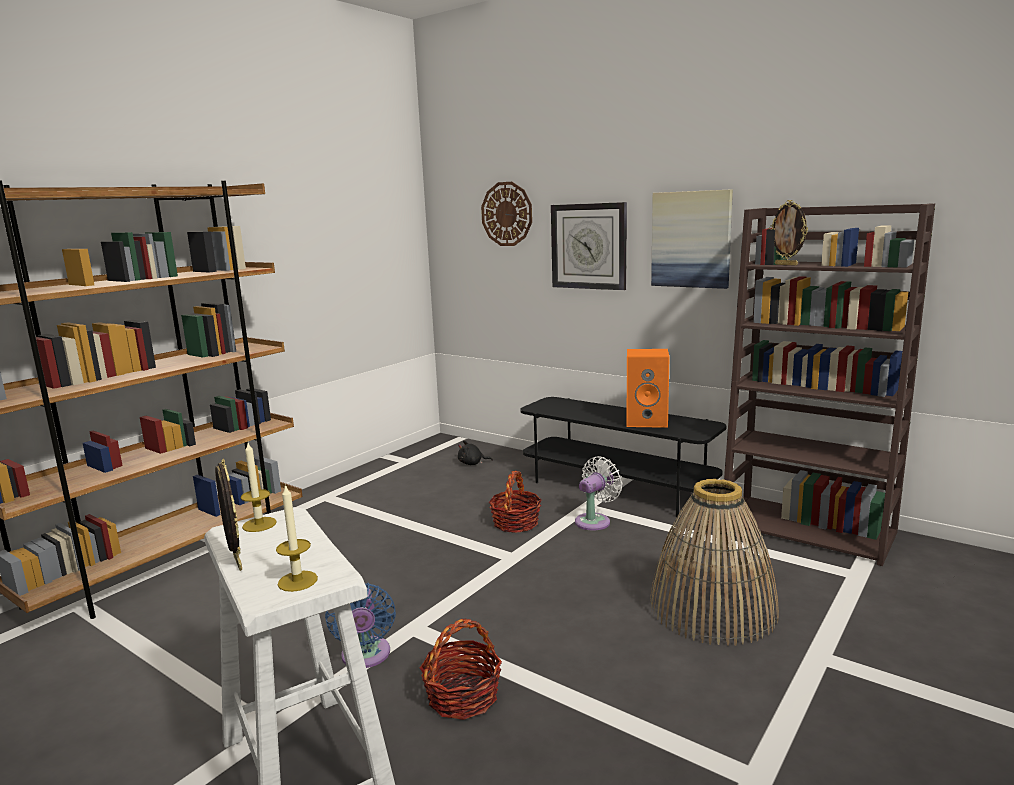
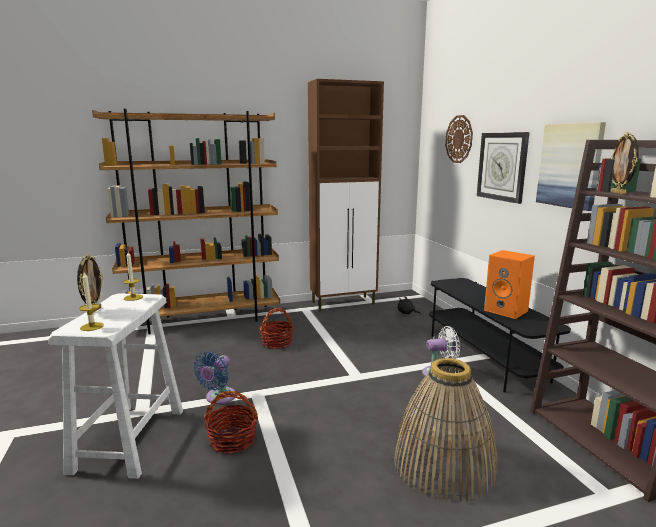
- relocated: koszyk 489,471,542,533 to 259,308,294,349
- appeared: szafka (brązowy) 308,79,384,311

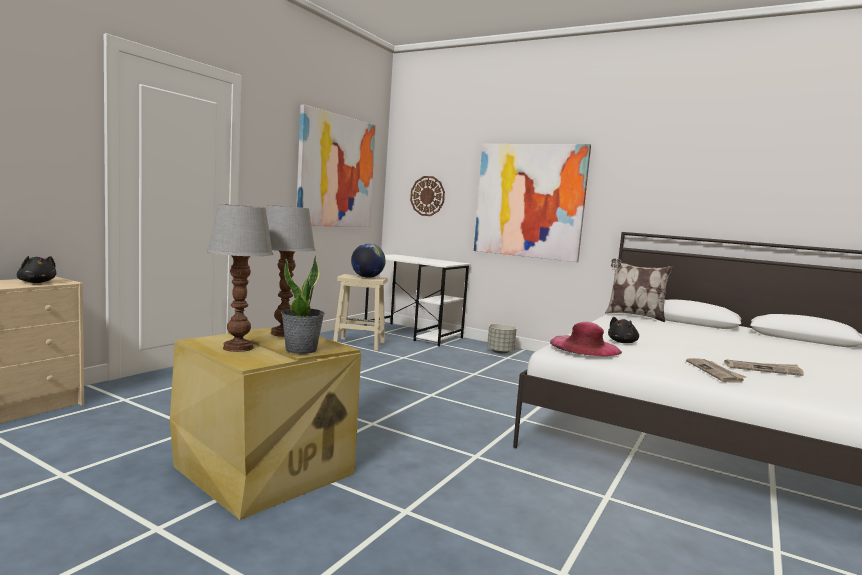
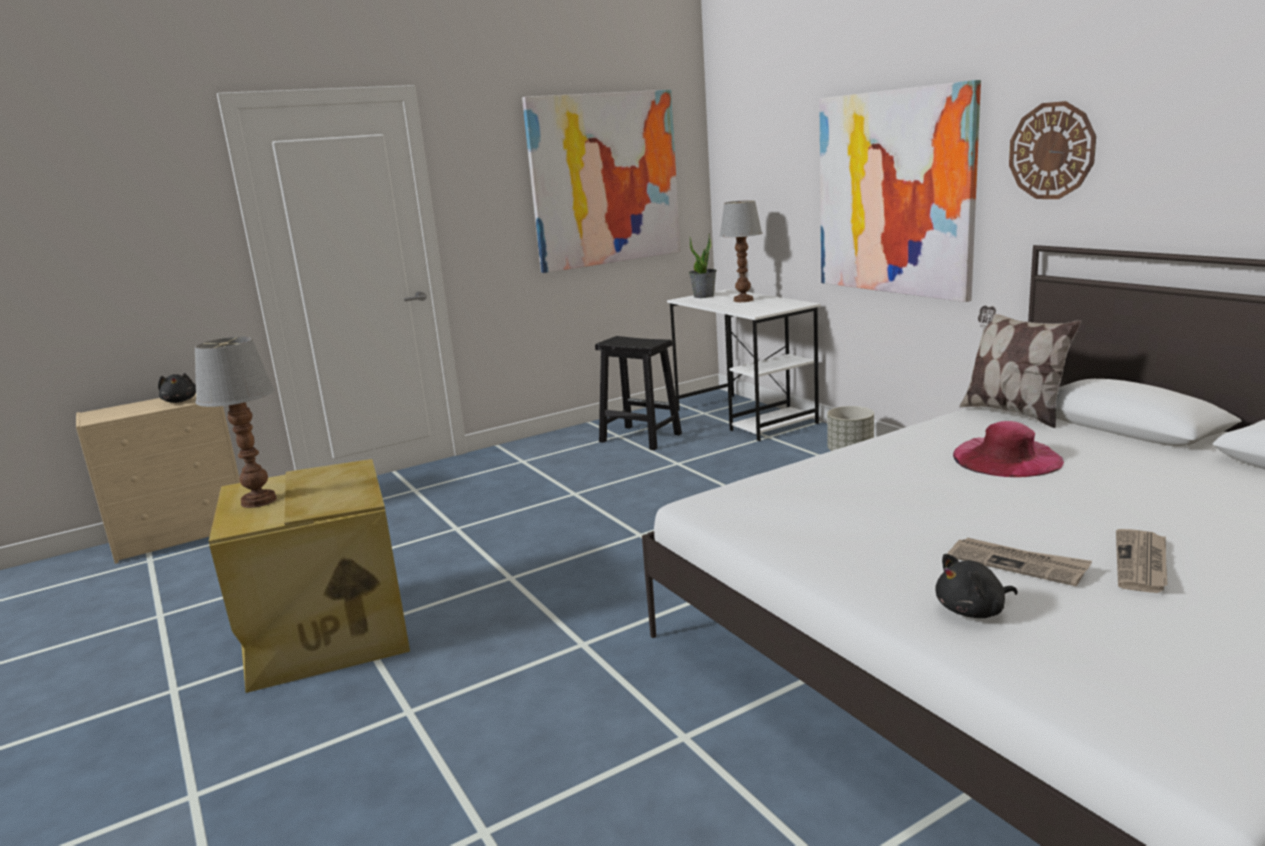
- relocated: zegar ścienny 410,176,445,216 to 1009,101,1096,199
- relocated: lampa stołowa 266,205,315,337 to 720,200,762,302
- missing: globus 351,244,386,278
- relocated: roślina doniczkowa 281,256,325,354 to 689,233,717,298
- colour: stołek (beżowy) 333,274,388,351 to stołek (czarny) 595,336,682,450
- relocated: pluszak (czarny) 608,317,639,343 to 935,554,1018,618
- relocated: kapelusz (różowy) 550,322,622,356 to 953,421,1064,477
- relocated: gazeta 686,358,746,383 to 1116,529,1167,593

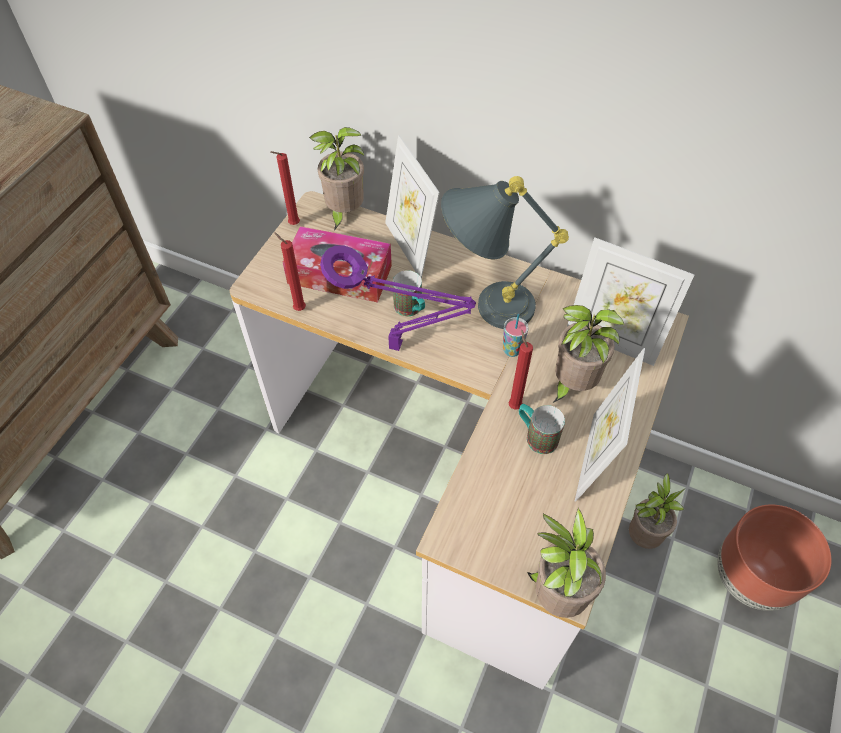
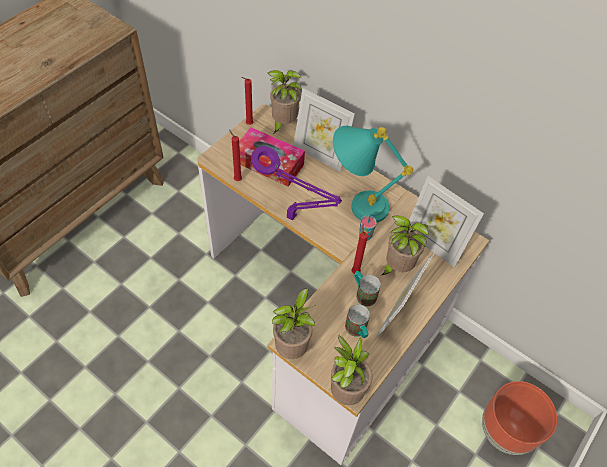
- spun: ramka na zdjęcie 385,135,440,279 = 293,88,355,172 45 degrees counterclockwise
- colour: lampa stołowa (szary) 441,176,569,329 to lampa stołowa (turkusowy) 333,126,413,223
- relocated: kubek 393,270,425,316 to 345,304,370,338
- relocated: roślina doniczkowa 629,473,685,549 to 272,289,316,359

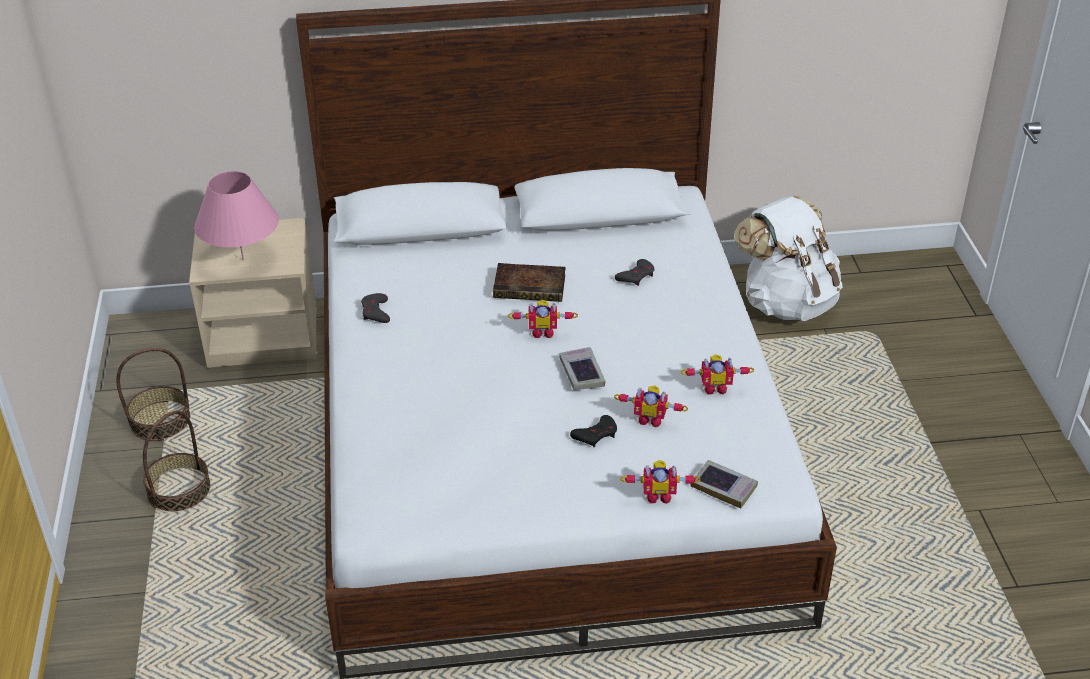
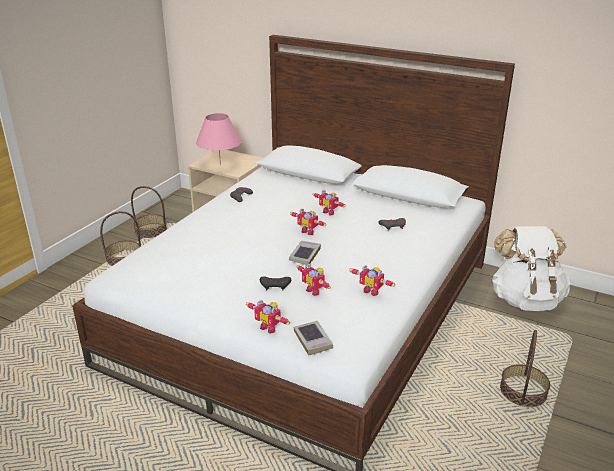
- exchanged: książka 493,263,566,302 to robot zabawkowy 313,190,346,215
- appeared: koszyk 500,330,550,407

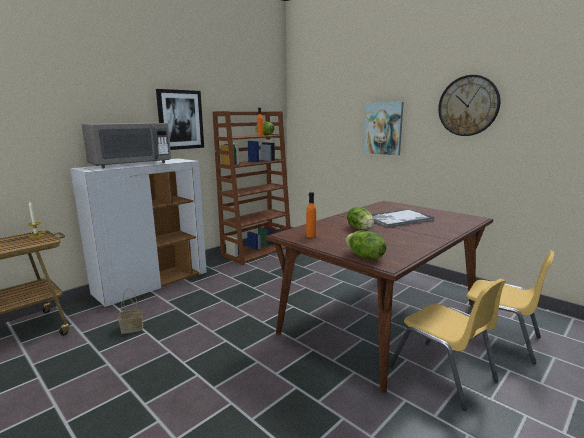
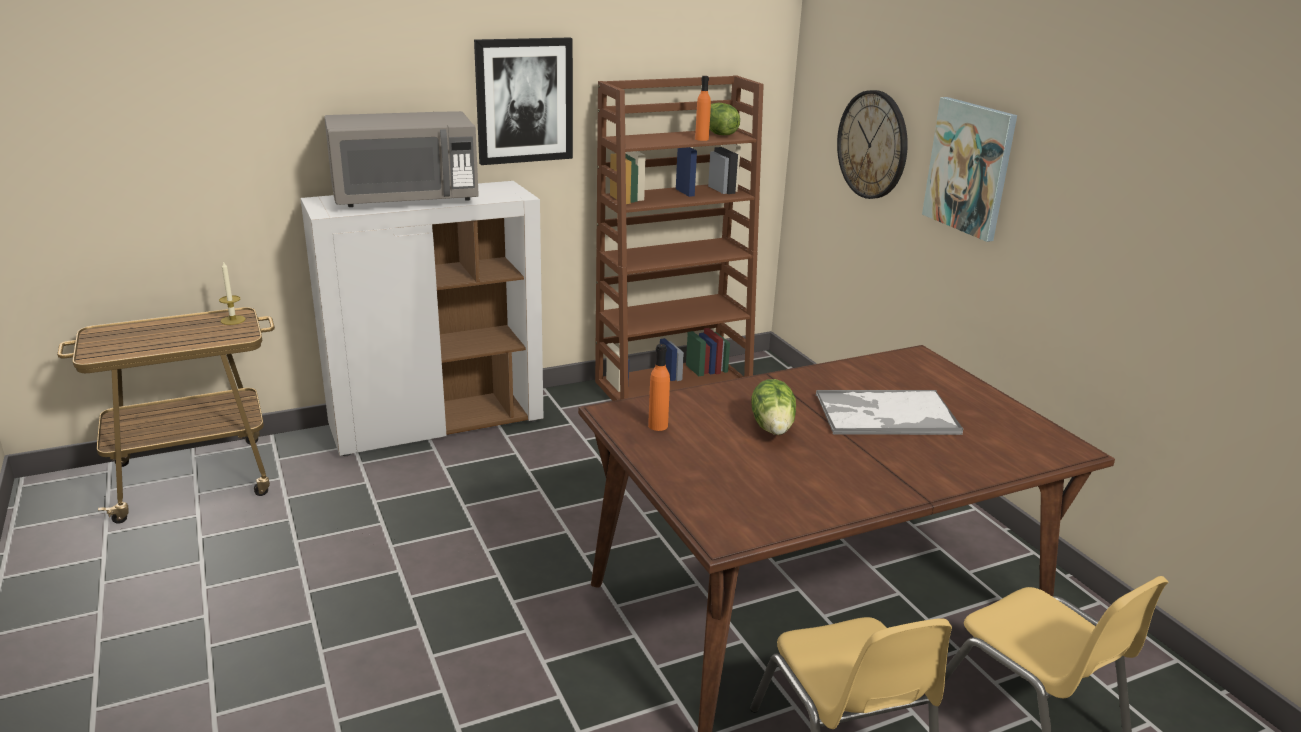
- relocated: zegar ścienny 438,75,500,136 to 837,90,908,199
- missing: sałata 345,231,387,260
- missing: koszyk 118,288,143,334

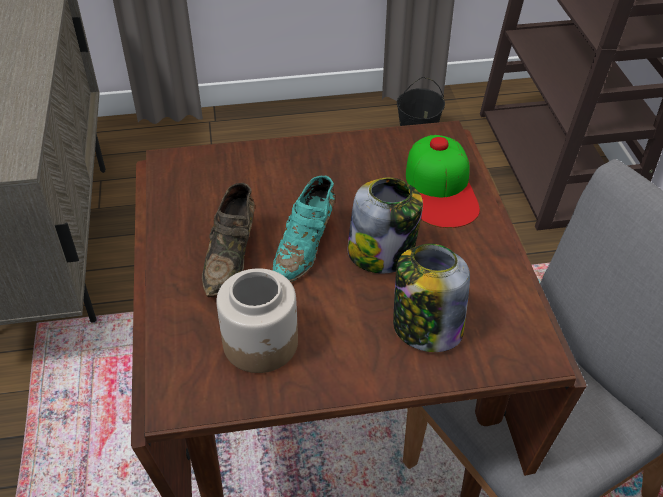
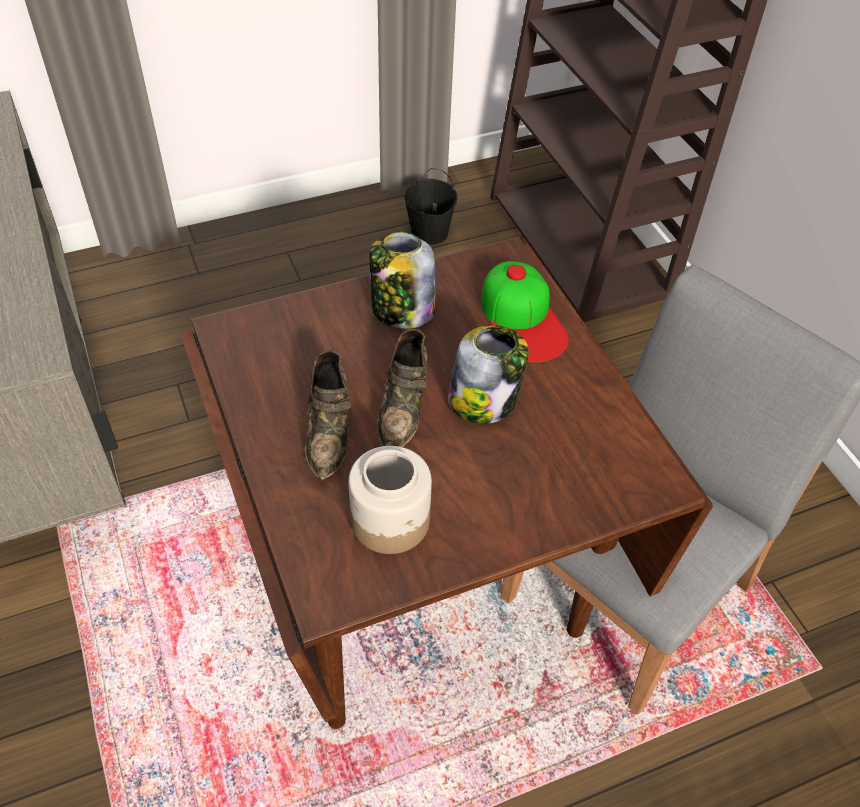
- colour: but (turkusowy) 273,176,335,282 to but (brązowy) 376,328,428,447
- relocated: słoik 393,244,470,352 to 370,232,435,329

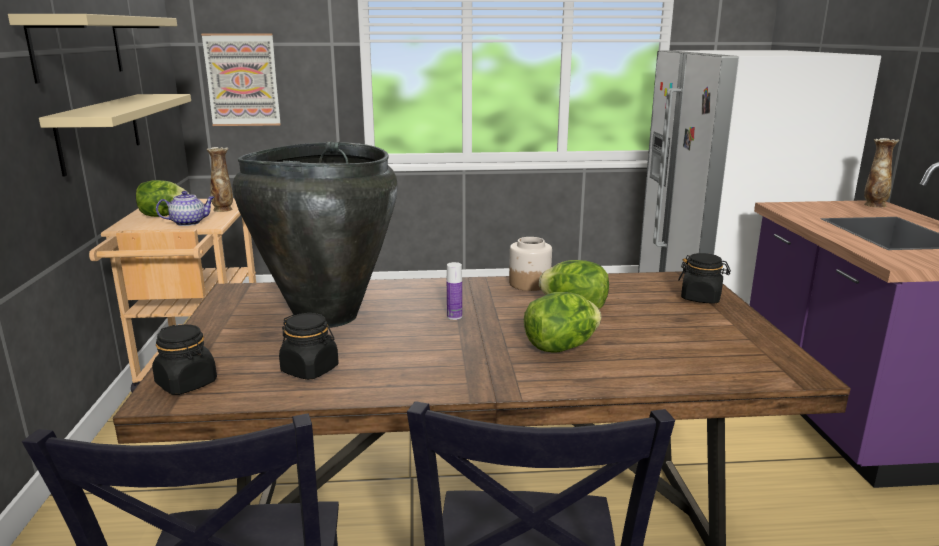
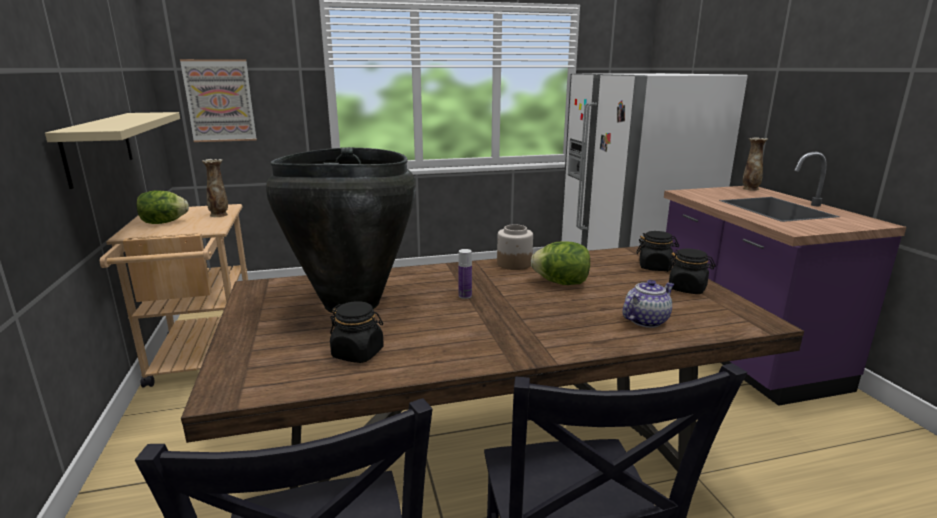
- missing: półka (beżowy) 8,14,177,84
- relocated: imbryk 156,191,215,226 to 622,280,674,328
- missing: sałata 524,292,601,353
- relocated: słoik (czarny) 152,324,217,395 to 667,248,715,294

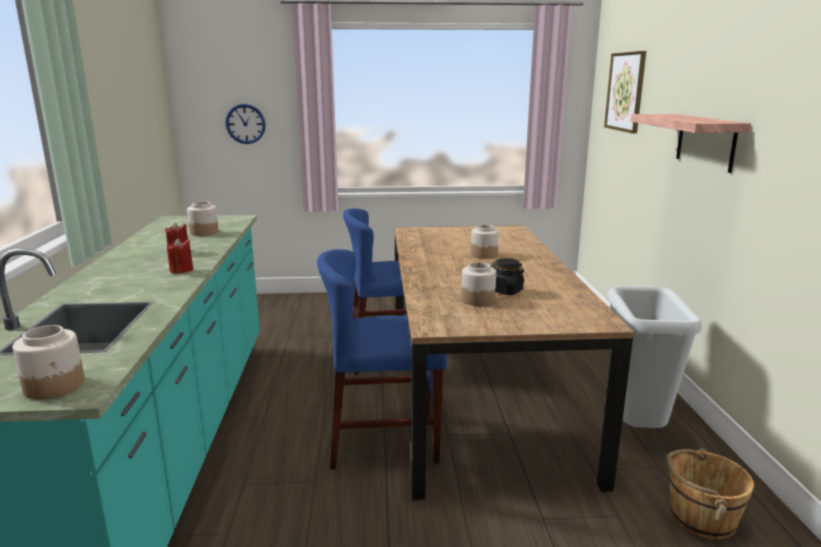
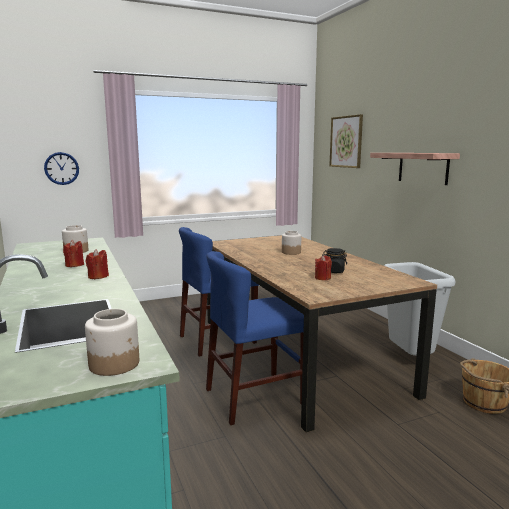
- exchanged: słoik 461,262,496,306 to świeca (czerwony) 315,255,332,280

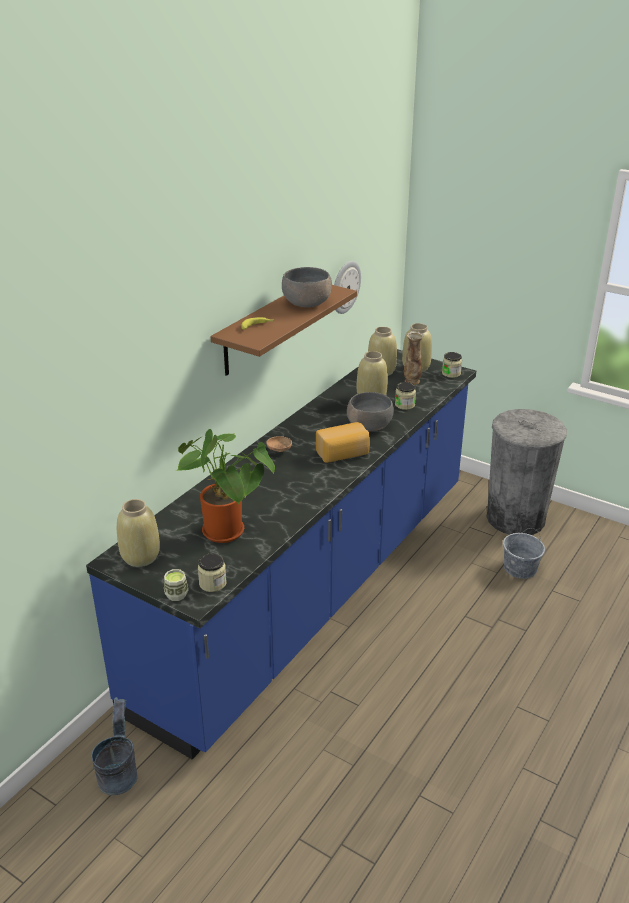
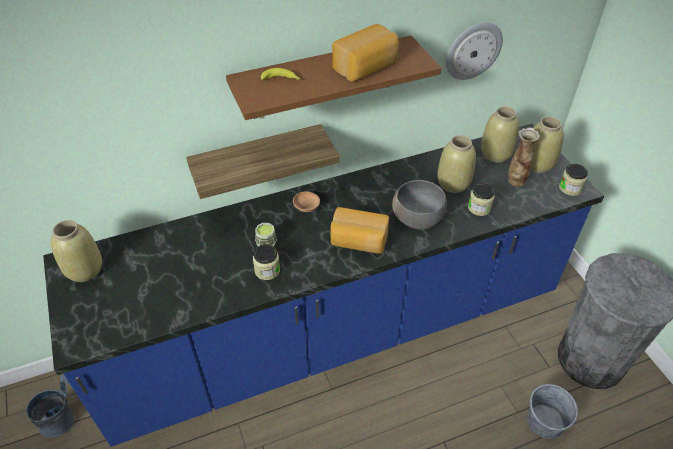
- exchanged: miska (szary) 282,267,332,308 to chleb 332,24,399,81
- missing: roślina doniczkowa 176,429,275,543
- relocated: słoik 198,554,226,592 to 253,244,280,280
- relocated: filiżanka 164,569,189,601 to 255,223,277,246
- appeared: półka 186,124,340,199

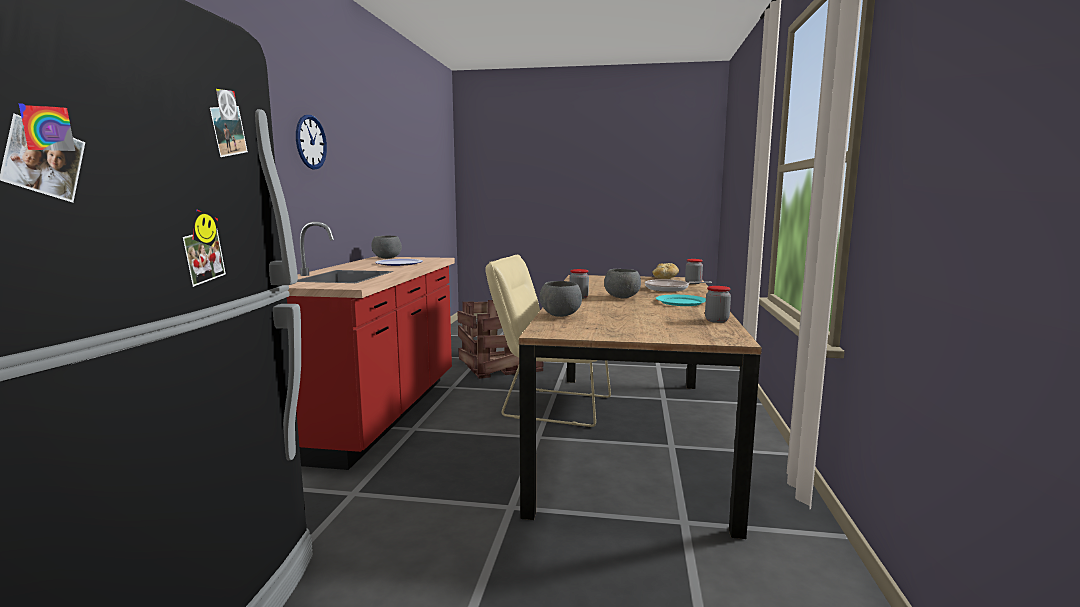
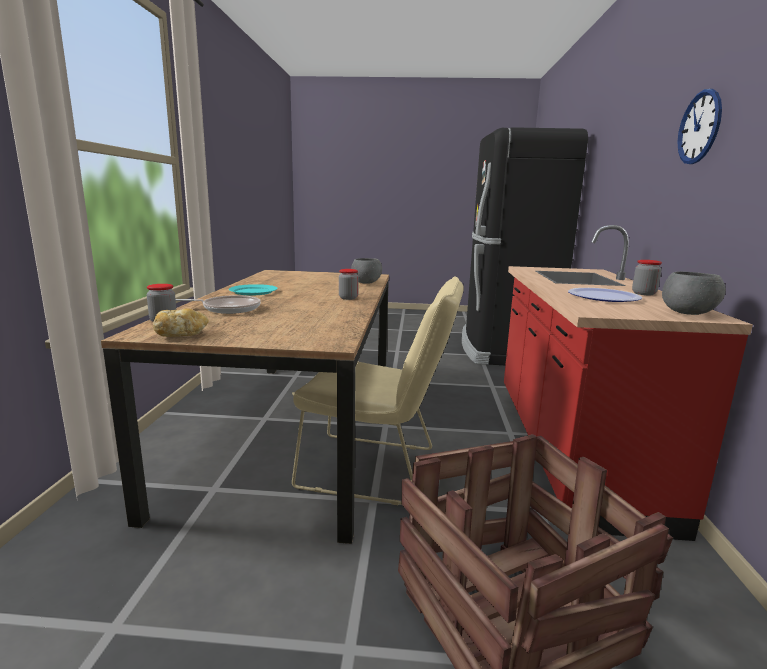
- missing: miska (szary) 604,269,641,298
- relocated: słoik 705,286,731,323 to 632,260,662,295

